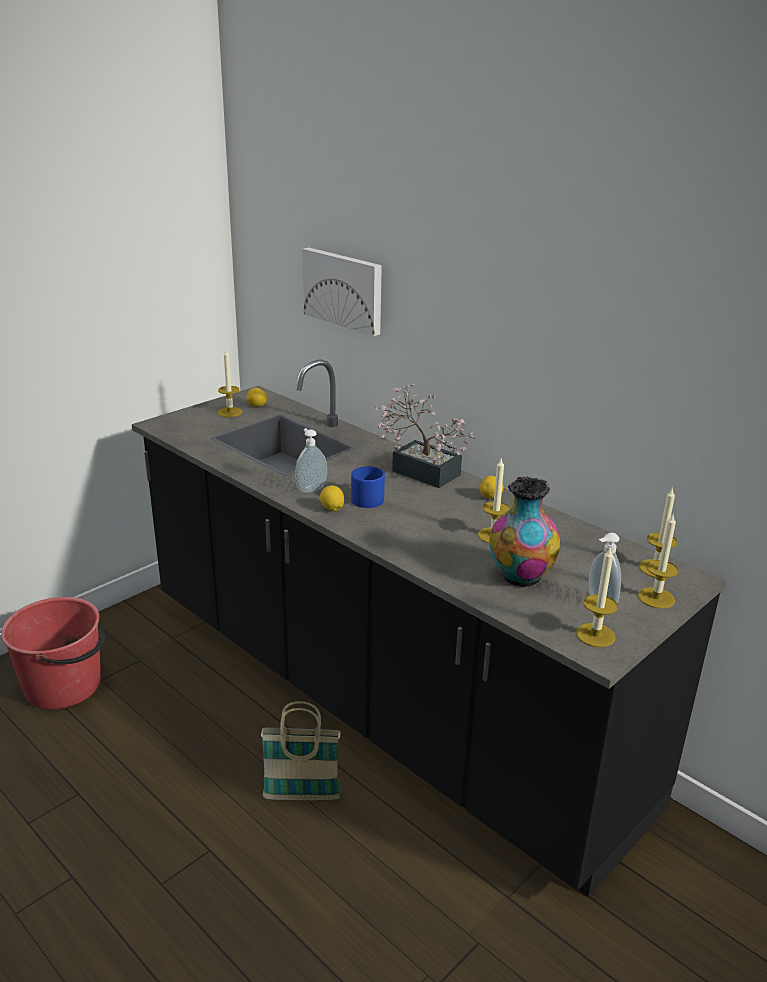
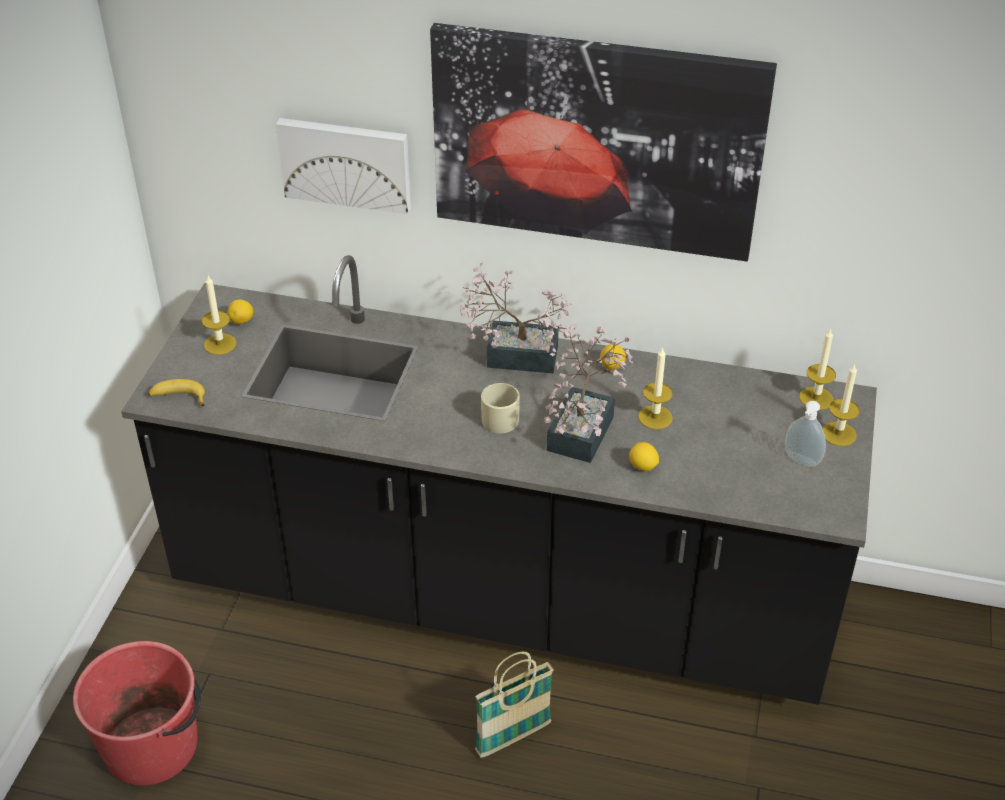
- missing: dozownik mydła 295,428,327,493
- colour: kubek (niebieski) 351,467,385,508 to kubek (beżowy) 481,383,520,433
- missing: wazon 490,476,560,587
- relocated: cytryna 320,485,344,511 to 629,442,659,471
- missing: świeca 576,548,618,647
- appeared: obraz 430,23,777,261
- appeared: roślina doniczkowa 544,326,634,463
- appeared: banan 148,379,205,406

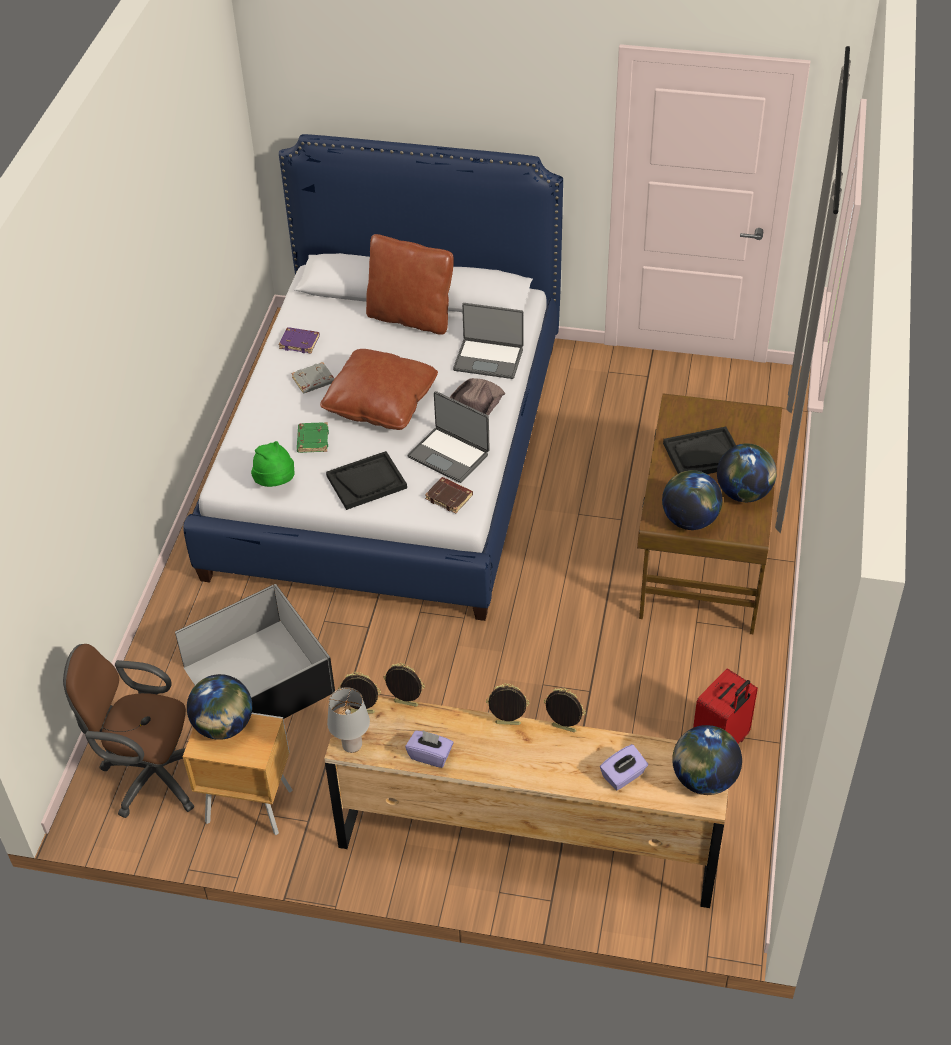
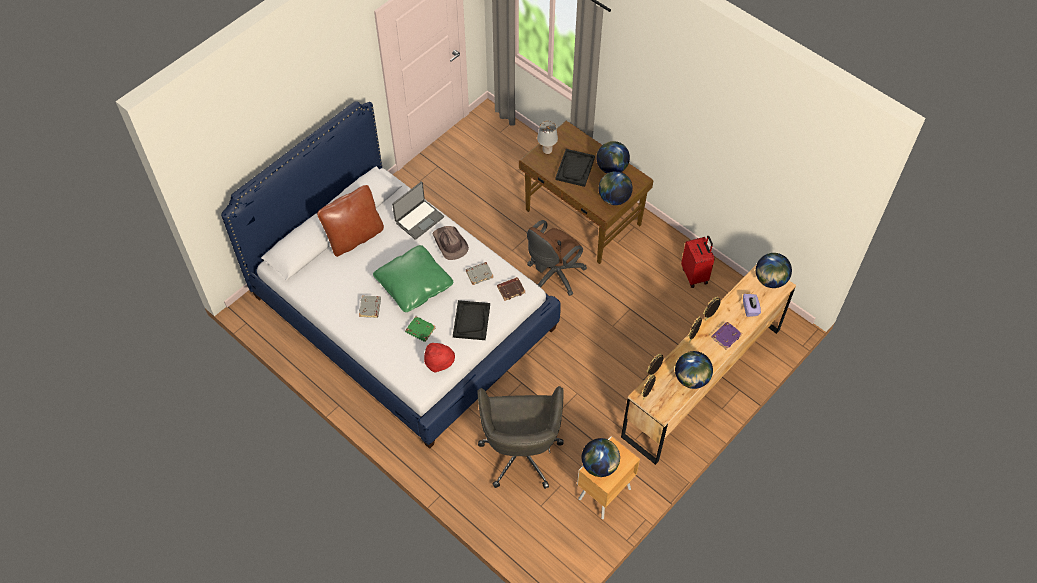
- relocated: książka (fioletowy) 278,327,320,354 to 711,322,742,350
- colour: poduszka (brązowy) 320,349,438,430 to poduszka (zielony) 373,245,454,312
- exchanged: laptop 408,391,490,483 to książka (szary) 466,262,494,285
- colour: kapelusz (zielony) 251,441,294,487 to kapelusz (czerwony) 424,343,455,372
- exchanged: pojemnik do przechowywania (czarny) 175,584,335,719 to krzesło biurowe (szary) 478,386,564,489
- relocated: krzesło biurowe (brązowy) 63,644,194,818 to 527,220,587,296
- relocated: lampa stołowa (szary) 327,687,370,753 to 537,121,558,154
- exchanged: pudełko chusteczek (fioletowy) 405,730,454,768 to globus 675,351,713,389

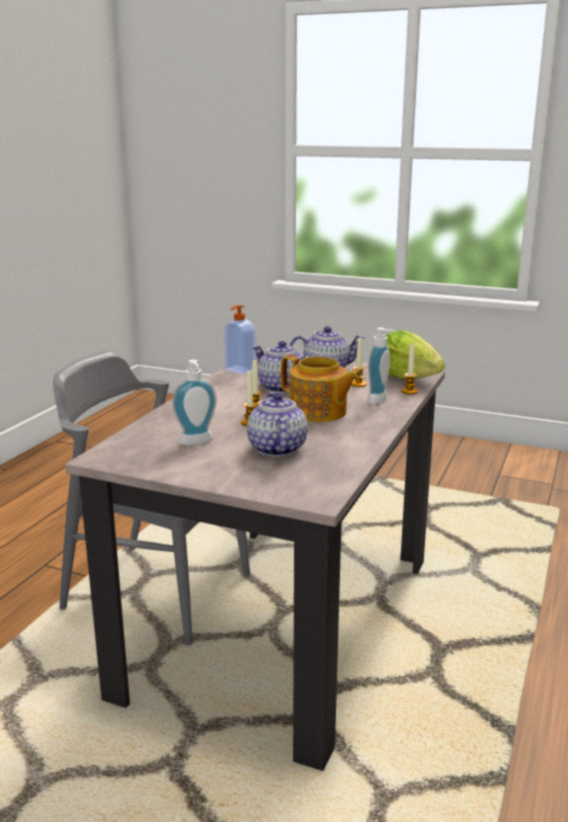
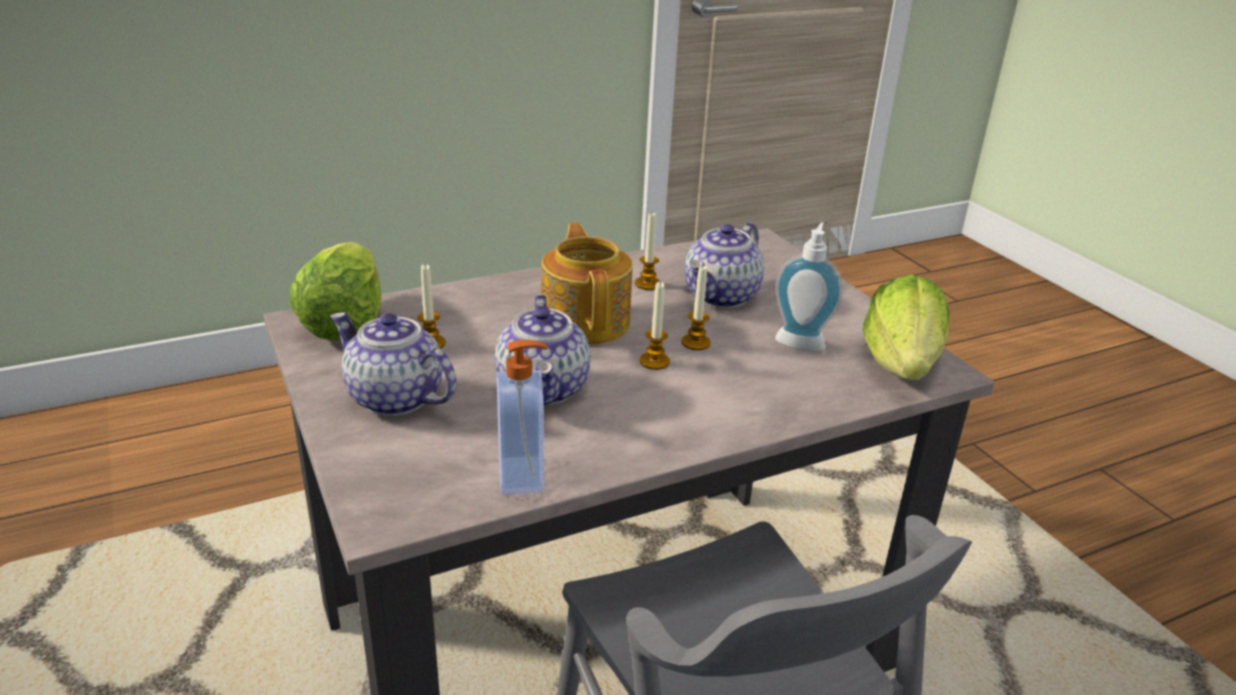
- missing: dozownik mydła 368,328,395,404
- relocated: świeca 401,343,418,394 to 635,213,660,290
- appeared: sałata 863,275,950,380

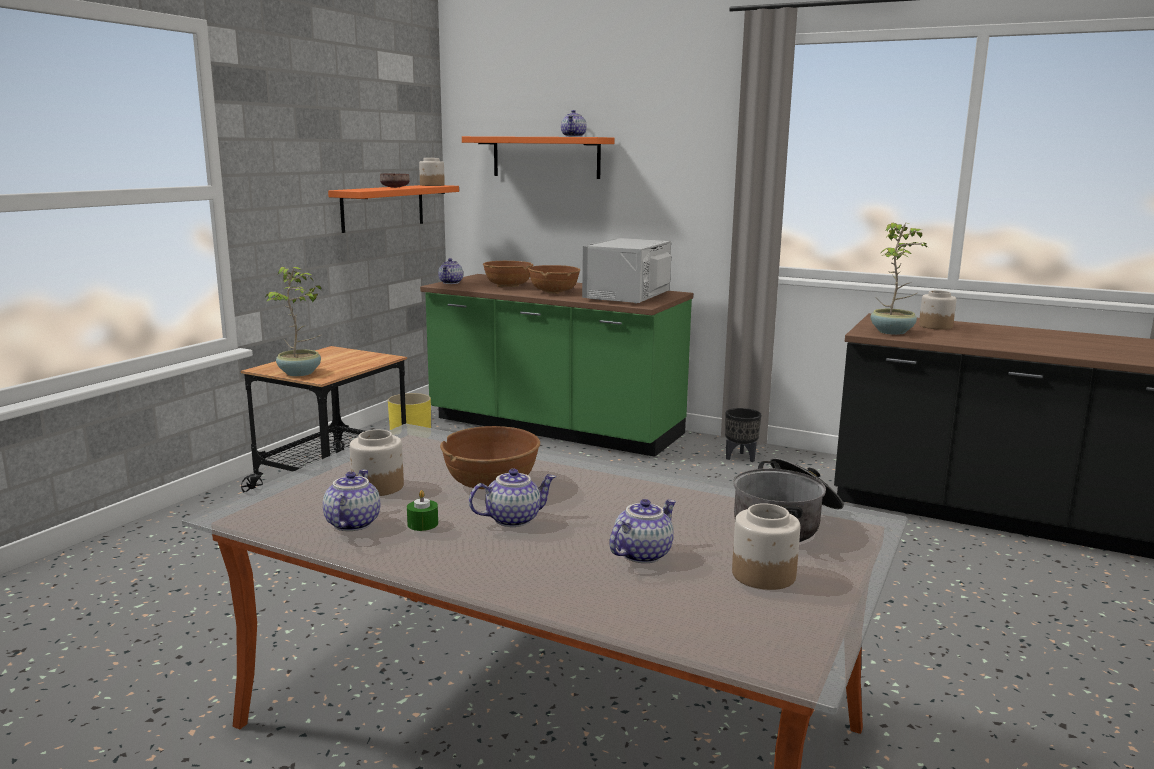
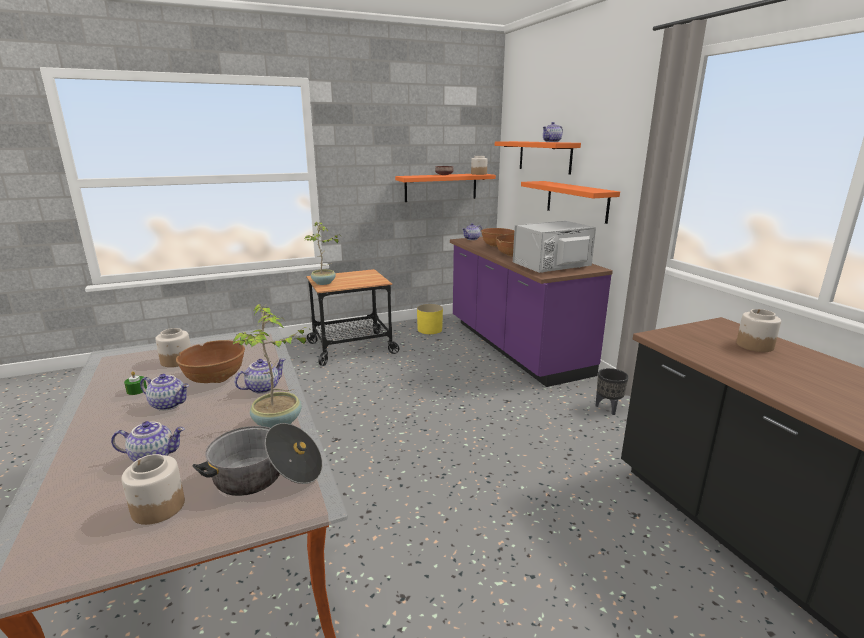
- relocated: roślina doniczkowa 871,223,927,335 to 232,304,312,428
- colour: zabudowa kuchenna (zielony) 420,274,693,457 to zabudowa kuchenna (fioletowy) 450,237,613,387
- relocated: imbryk 323,470,380,531 to 235,358,286,394
- appeared: półka (pomarańczowy) 521,181,620,224

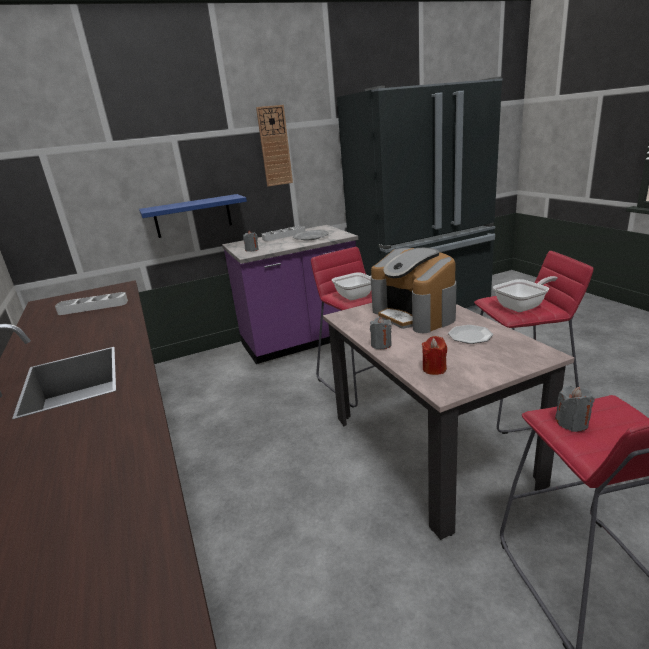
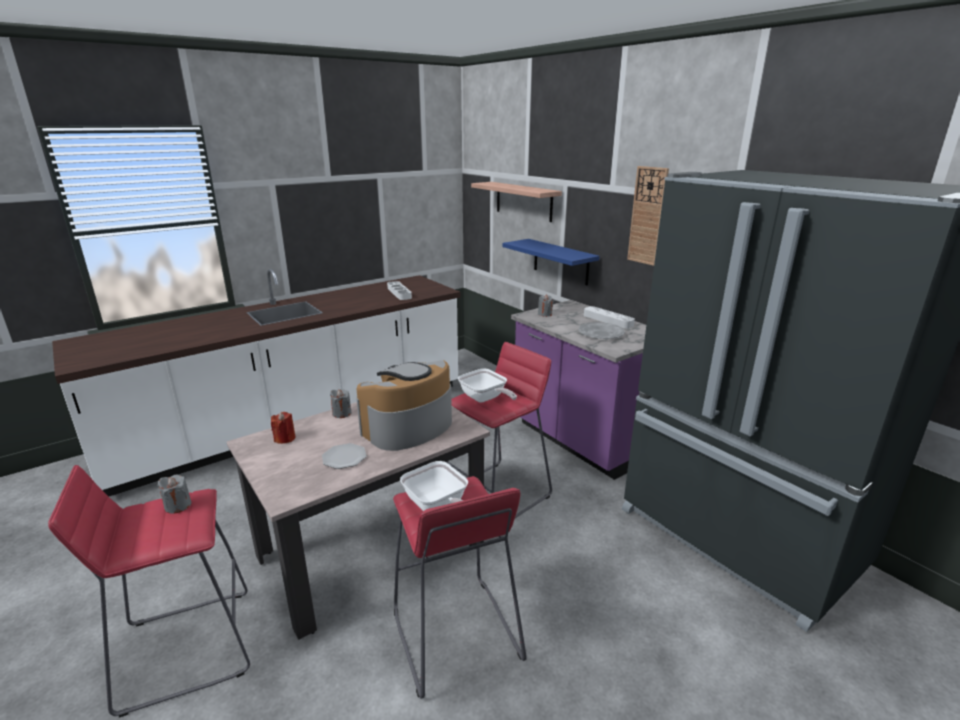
- appeared: półka 471,182,562,222

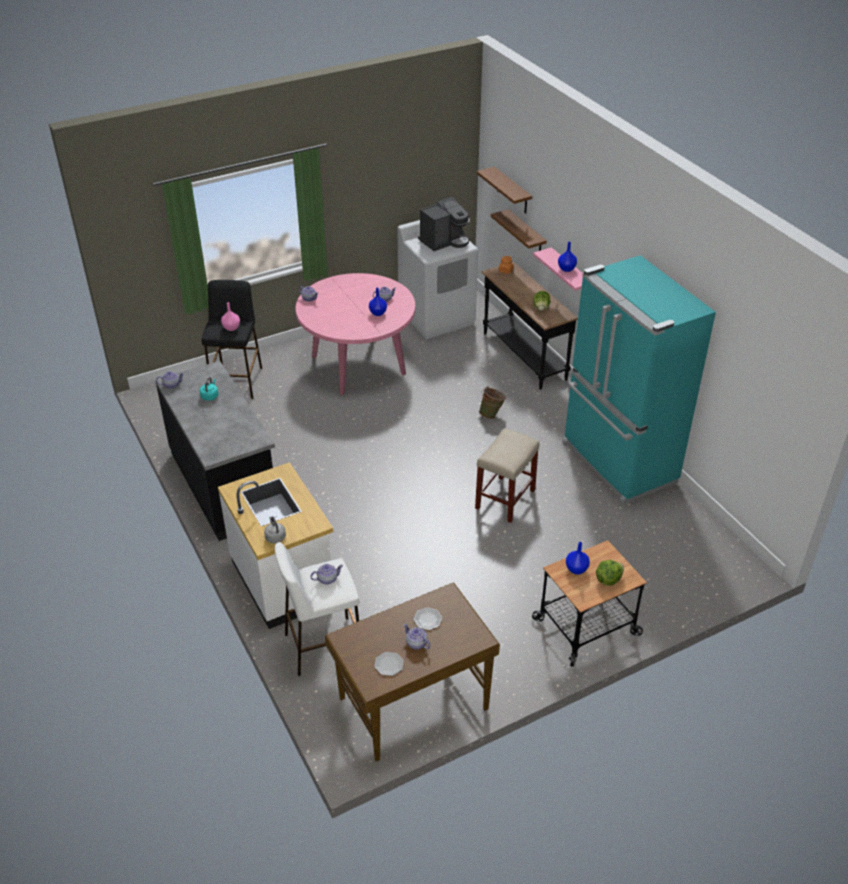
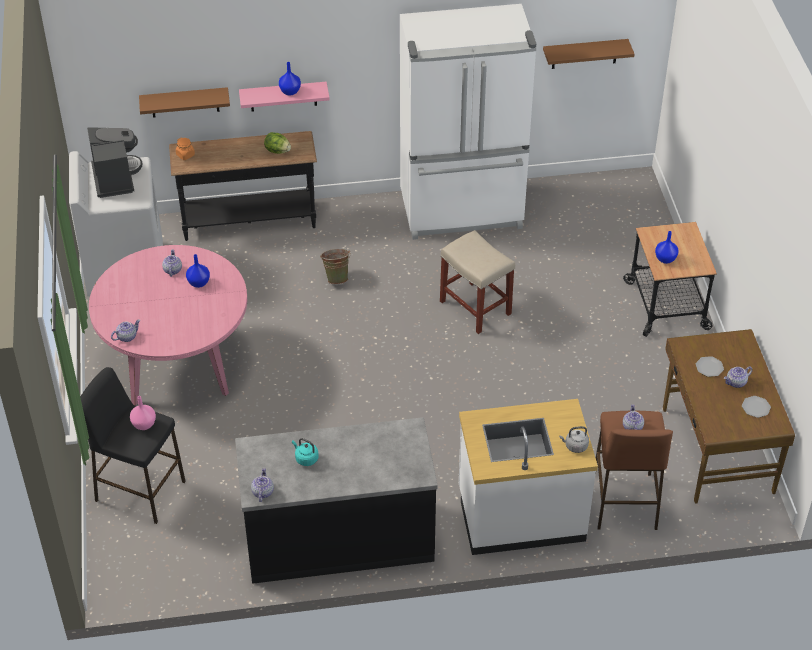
- relocated: półka (brązowy) 477,167,532,214 to 543,39,634,69
- colour: lodówka (turkusowy) 562,255,716,505 to lodówka (biały) 400,4,536,240
- colour: stołek (biały) 275,542,359,676 to stołek (brązowy) 595,411,673,530
- missing: sałata 596,560,624,586

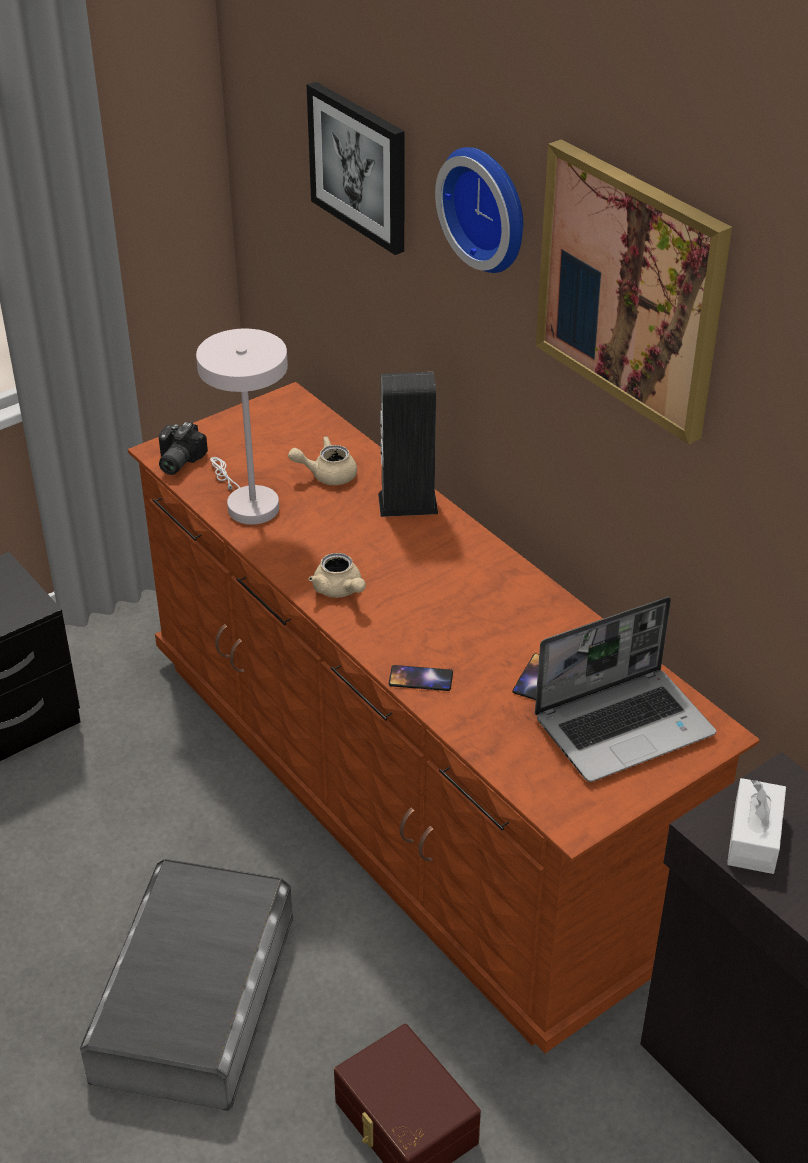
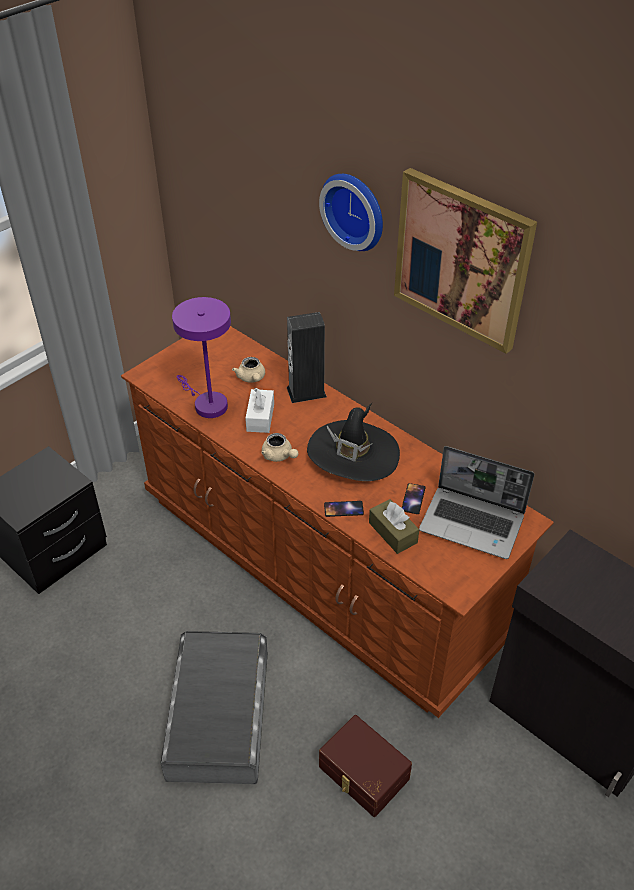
- missing: obraz 307,82,405,255
- colour: lampa stołowa (biały) 196,329,288,525 to lampa stołowa (fioletowy) 172,297,231,418
- missing: aparat fotograficzny 159,422,208,475
- spun: imbryk (beżowy) 288,436,357,485 = 232,357,265,383 90 degrees counterclockwise
- spun: laptop 535,597,716,782 = 419,446,535,559 60 degrees clockwise
- relocated: pudełko chusteczek (biały) 727,778,786,874 to 245,388,274,433
- appeared: kapelusz (czarny) 307,403,400,481
- appeared: pudełko chusteczek (brązowy) 369,499,419,554

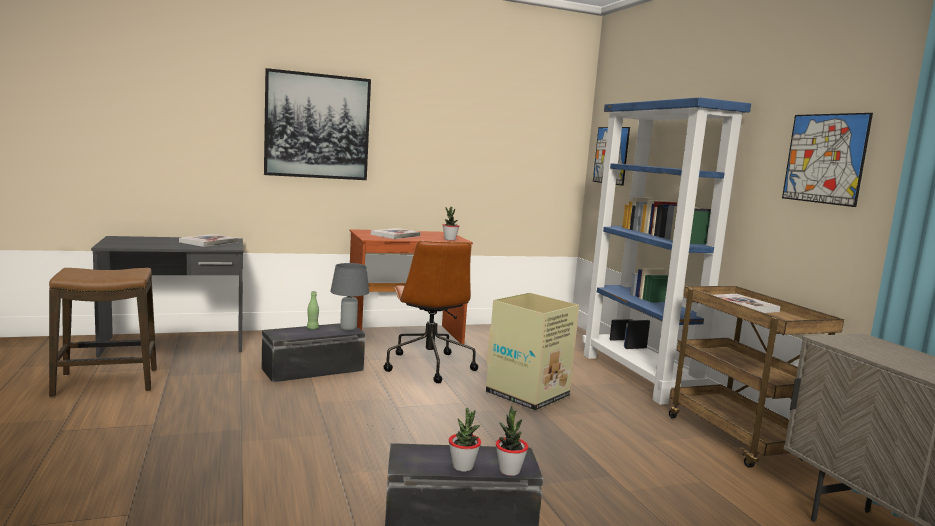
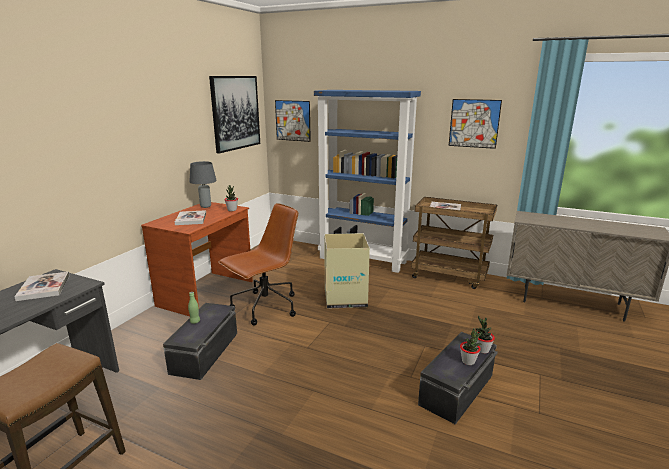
- relocated: obraz 264,68,371,180 to 209,76,260,153
- spun: krzesło biurowe (brązowy) 383,241,478,383 = 218,203,298,325 75 degrees counterclockwise
- relocated: lampa stołowa (szary) 331,263,369,331 to 189,161,217,208

